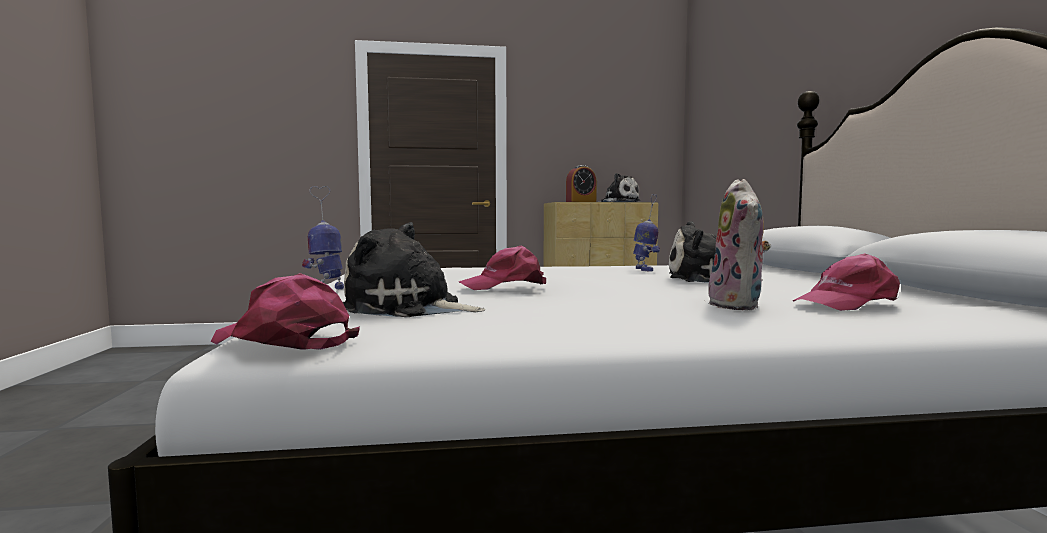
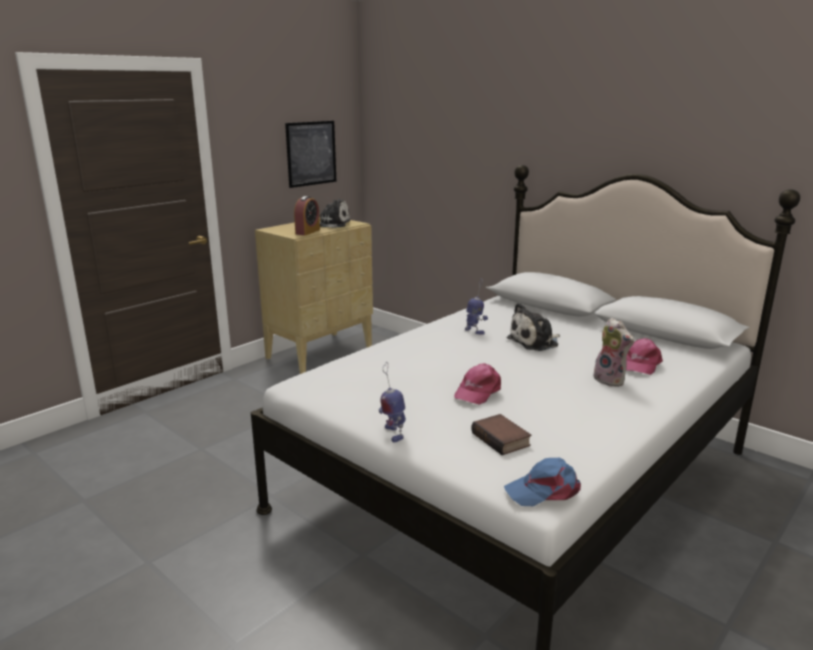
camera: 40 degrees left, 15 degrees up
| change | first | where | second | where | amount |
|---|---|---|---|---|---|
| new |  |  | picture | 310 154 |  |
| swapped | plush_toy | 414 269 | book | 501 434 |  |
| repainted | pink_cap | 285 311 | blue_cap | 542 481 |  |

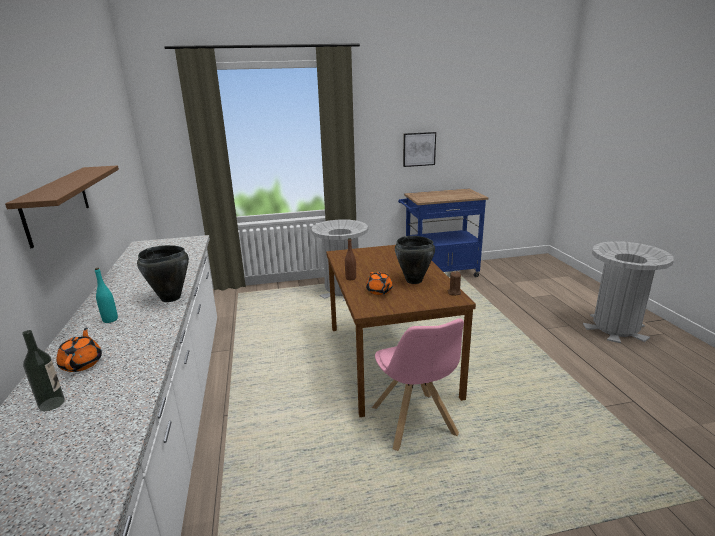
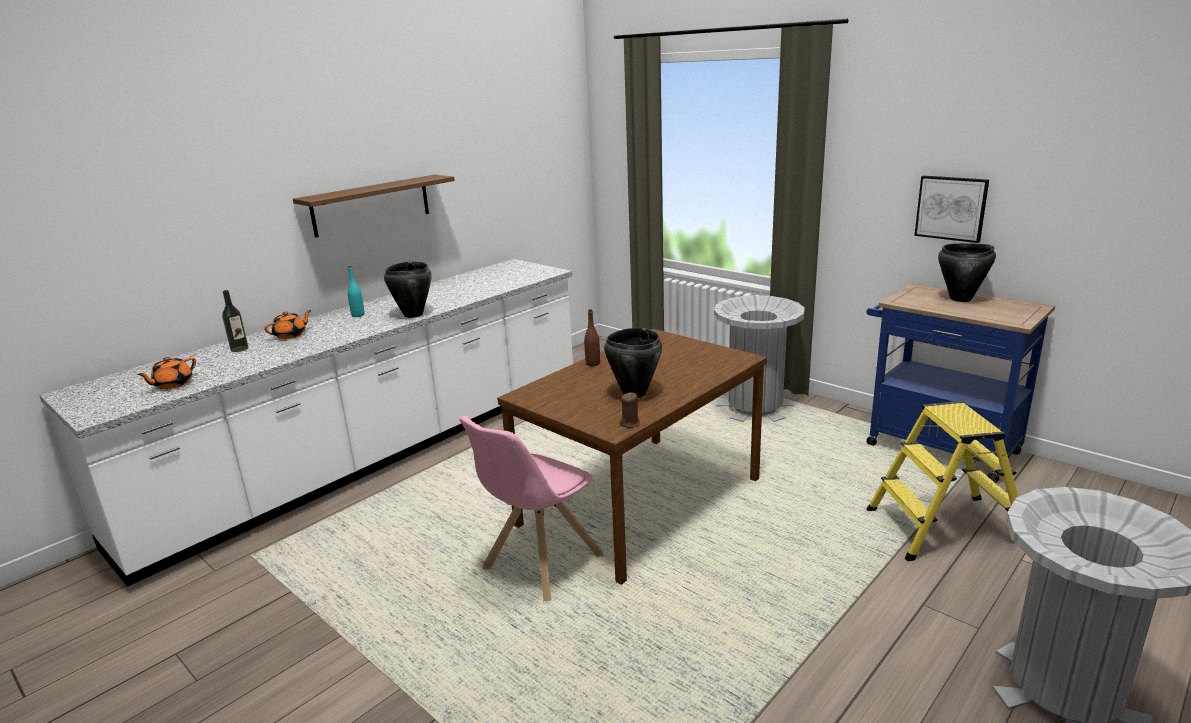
camera: 55 degrees right, 0 degrees up
| change | first | where | second | where | amount |
|---|---|---|---|---|---|
| shifted | orange_teapot | 379 283 |  | 166 373 |  |
| new |  |  | yellow_step_ladder | 942 481 |  |
| new |  |  | black_cooking_pot | 967 272 |  |

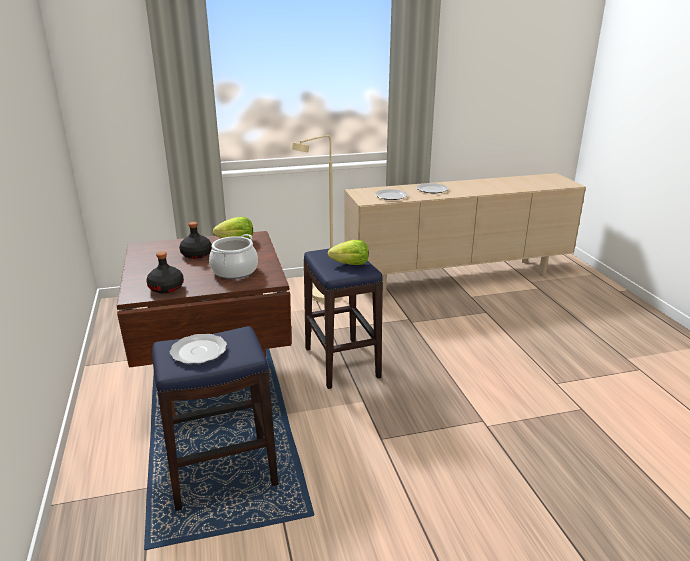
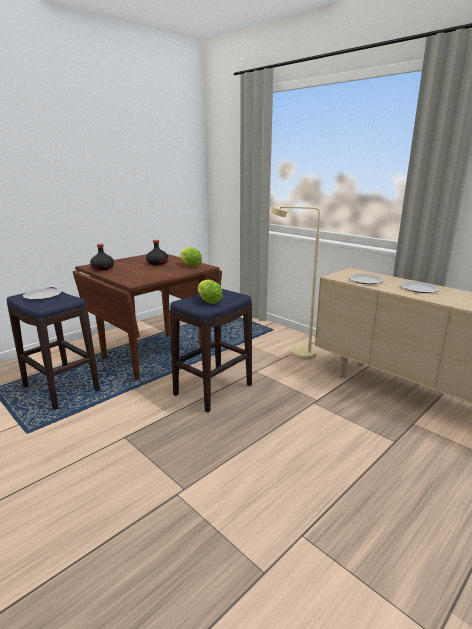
camera: 60 degrees right, 5 degrees down
| change | first | where | second | where | amount |
|---|---|---|---|---|---|
| gone | cooking_pot | 233 256 |  |  |  |

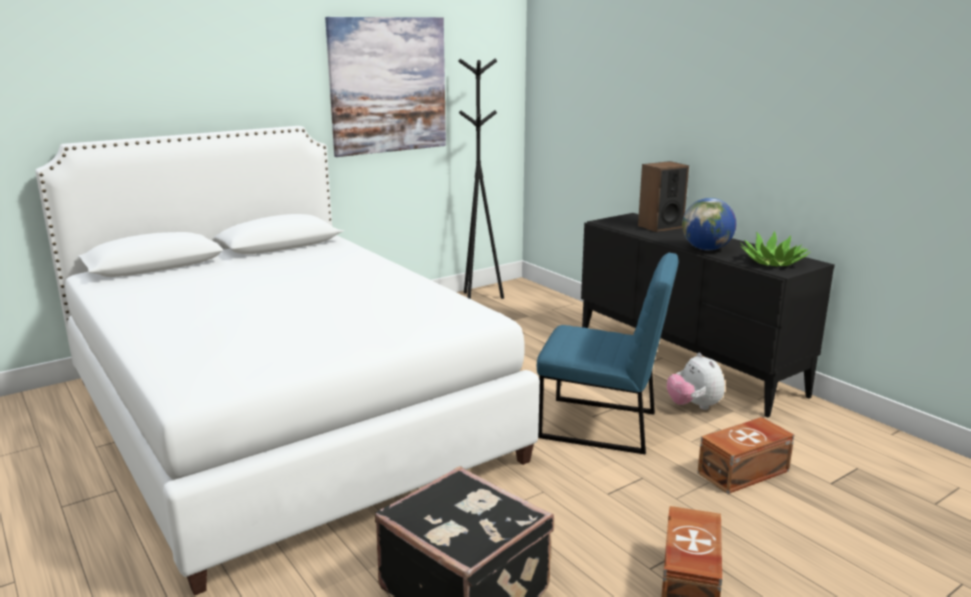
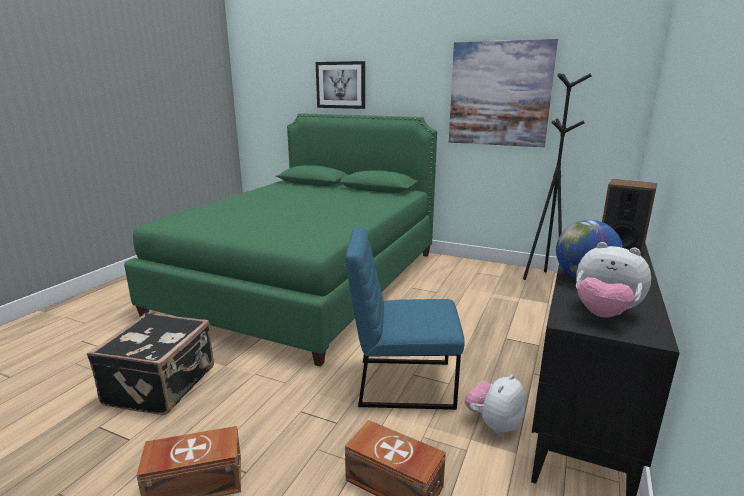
camera: 60 degrees right, 0 degrees up
| change | first | where | second | where | amount |
|---|---|---|---|---|---|
| repainted | white_bed | 287 361 | green_bed | 280 240 |  |
| new |  |  | picture | 340 85 |  |
| rotated | blue_chair | 607 353 |  | 405 318 | 105 degrees clockwise |
| swapped | potted_plant | 775 248 | plush_toy | 613 280 |  |

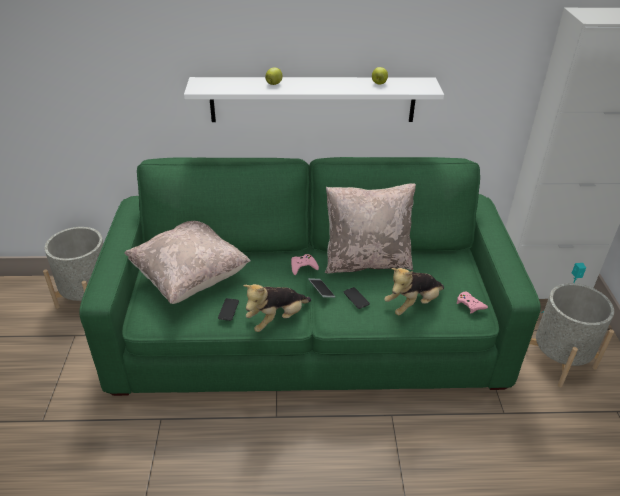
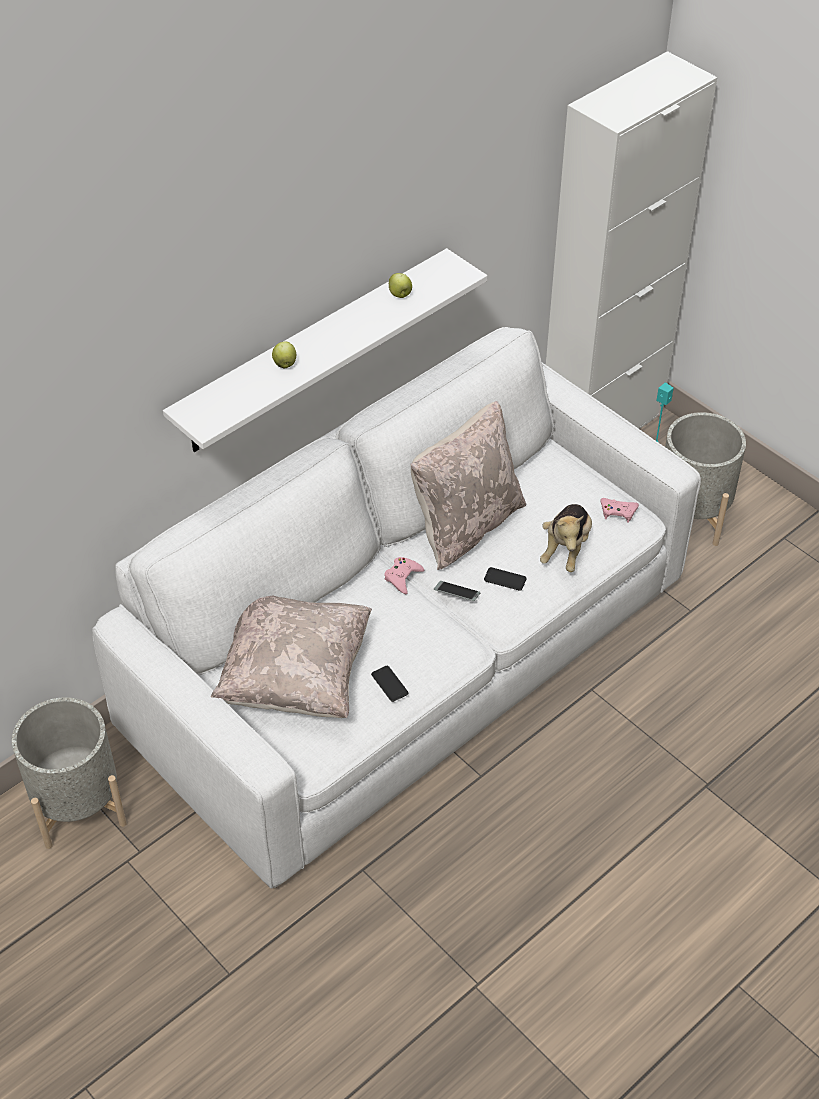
camera: 40 degrees left, 10 degrees up
| change | first | where | second | where | amount |
|---|---|---|---|---|---|
| repainted | green_sofa | 310 276 | white_sofa | 396 607 |  |
| gone | plush_toy | 277 308 |  |  |  |

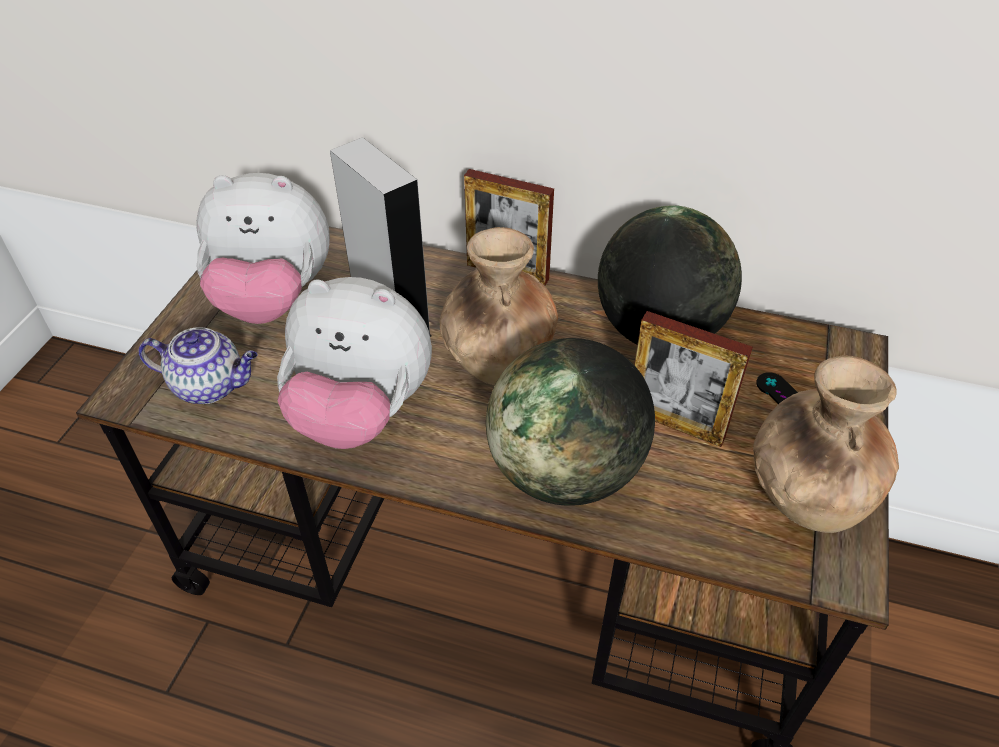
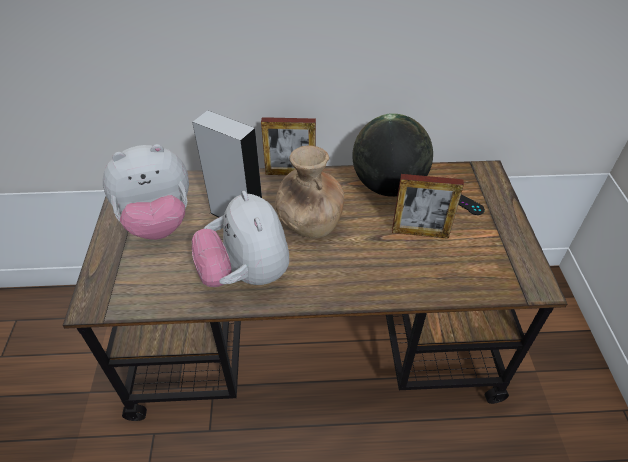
camera: 20 degrees left, 0 degrees up
| change | first | where | second | where | amount |
|---|---|---|---|---|---|
| rotated | plush_toy | 354 363 |  | 240 239 | 75 degrees clockwise |
| gone | teapot | 198 365 |  |  |  |
| gone | globe | 570 422 |  |  |  |
| gone | brown_vase | 826 444 |  |  |  |

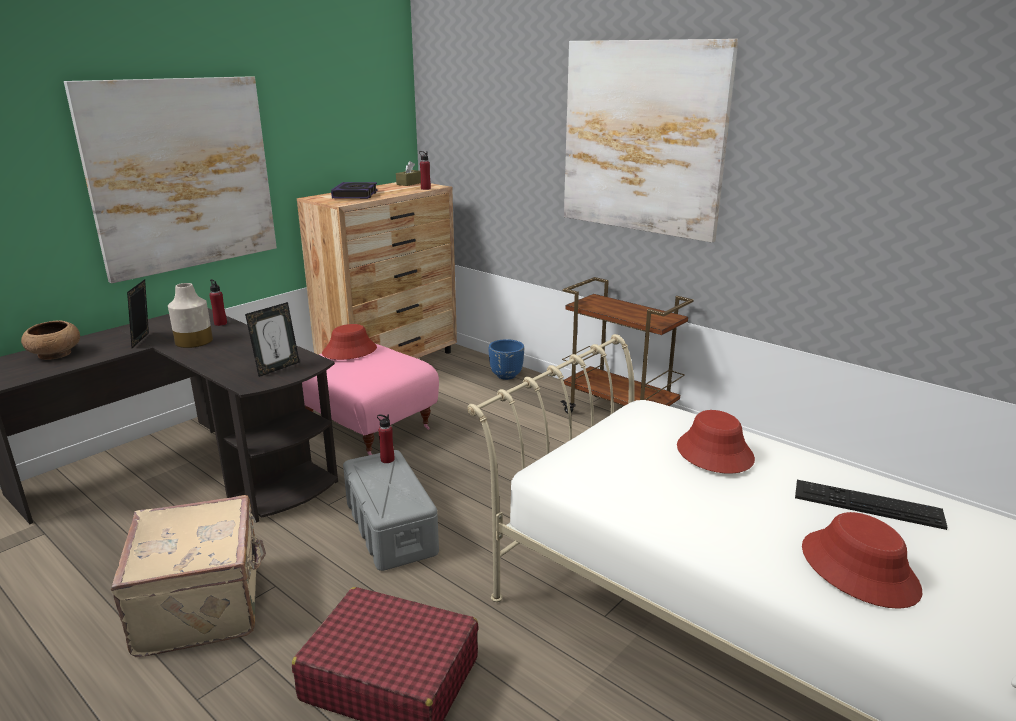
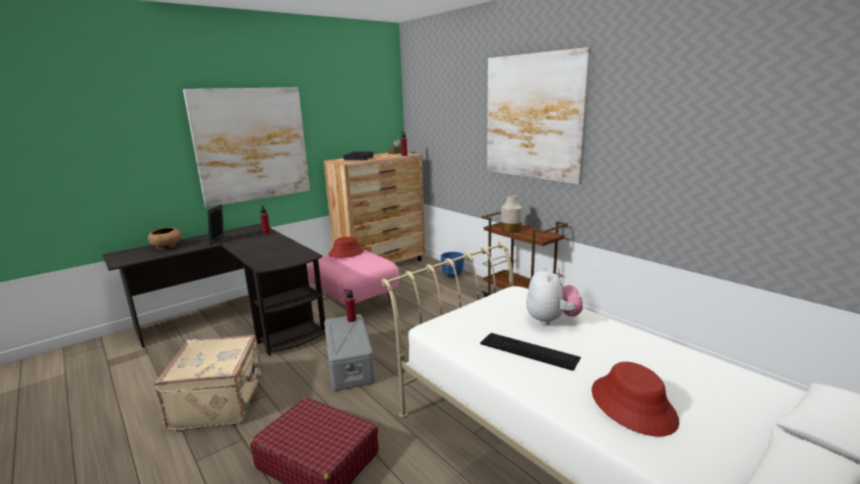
camera: 10 degrees right, 5 degrees down
| change | first | where | second | where | amount |
|---|---|---|---|---|---|
| shifted | keyboard | 871 505 |  | 530 352 |  |
| shifted | beige_vase | 190 315 |  | 512 214 |  |
| swapped | red_hat | 716 441 | plush_toy | 554 296 |  |
| gone | picture_frame | 272 339 |  |  |  |

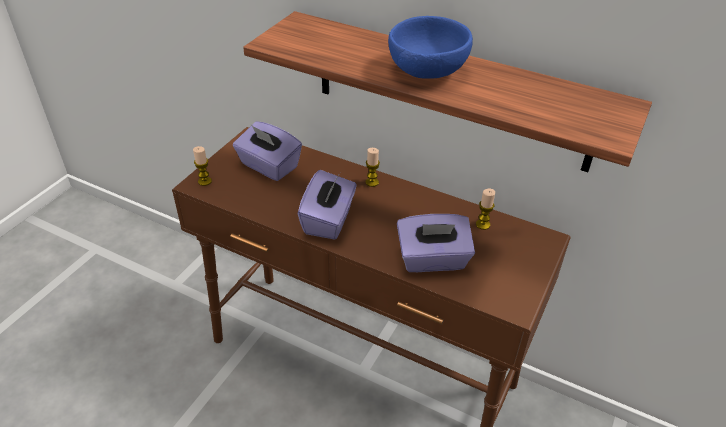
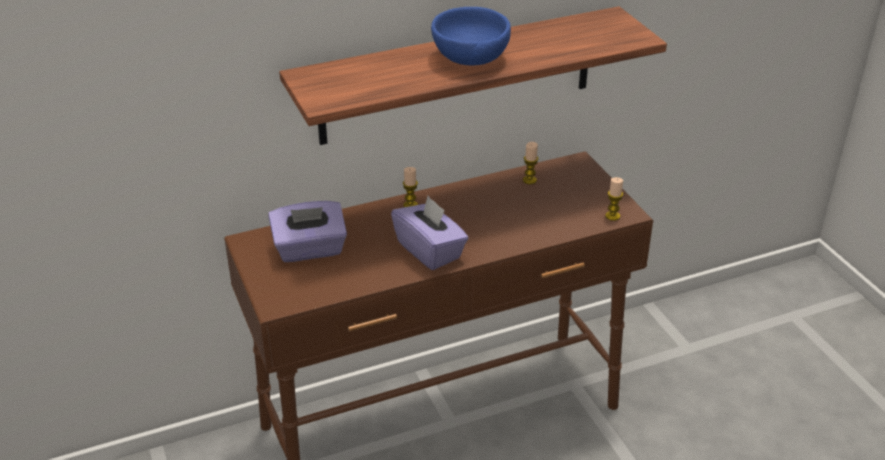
camera: 50 degrees left, 5 degrees down
| change | first | where | second | where | amount |
|---|---|---|---|---|---|
| shifted | candle | 202 166 |  | 614 199 |  |
| gone | purple_tissue_box | 436 243 |  |  |  |

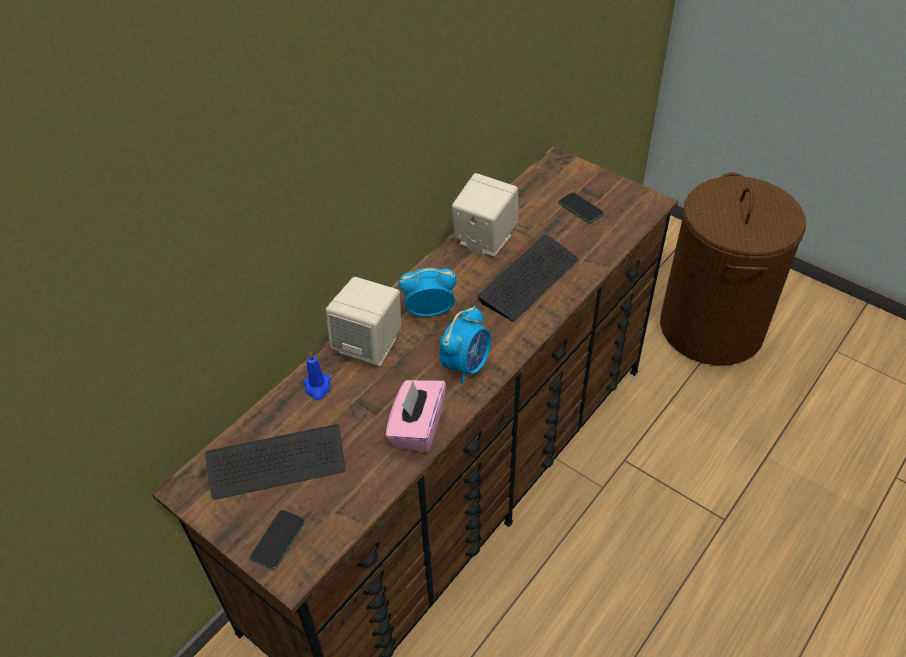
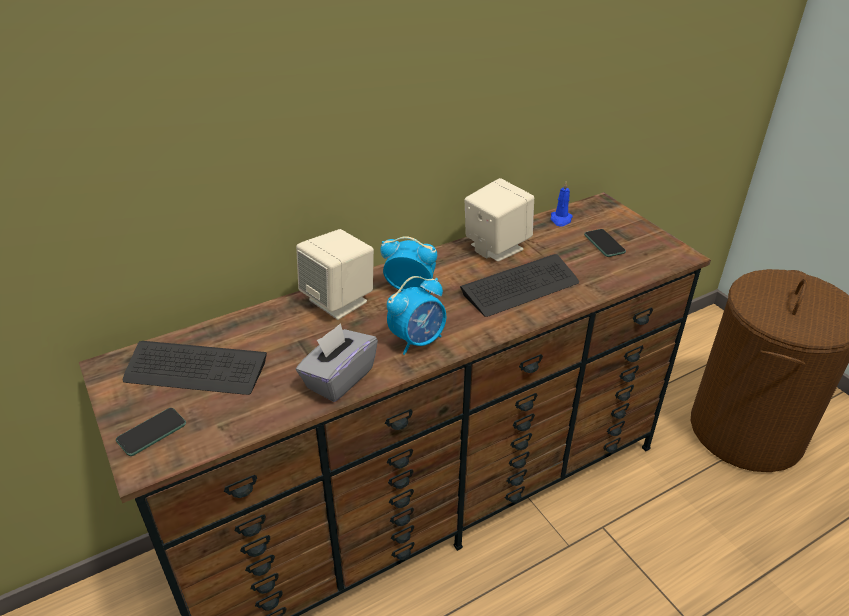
camera: 20 degrees right, 10 degrees down
| change | first | where | second | where | amount |
|---|---|---|---|---|---|
| repainted | pink_tissue_box | 416 416 | grey_tissue_box | 337 362 |  |
| shifted | blue_candle | 317 376 |  | 562 204 |  |

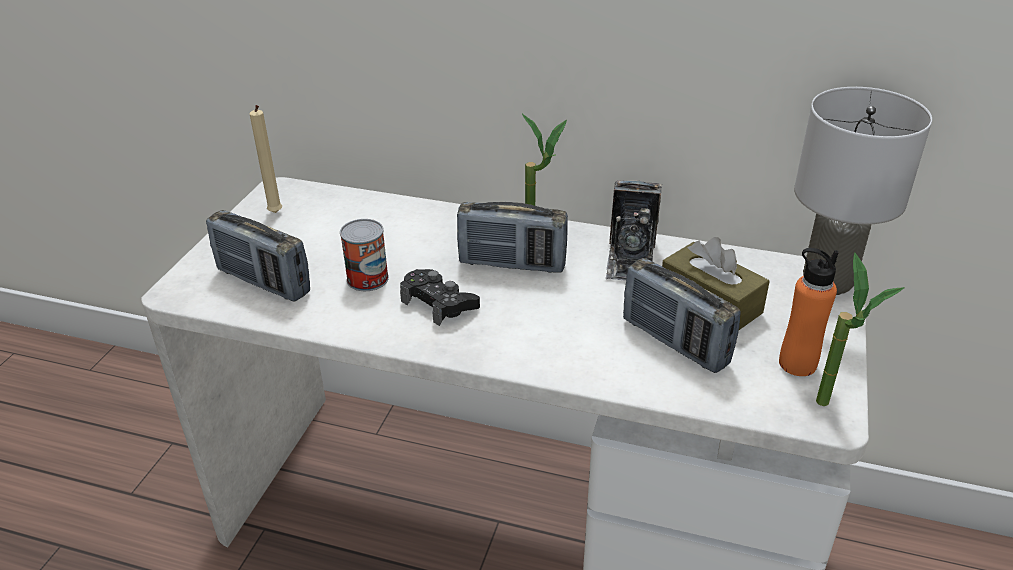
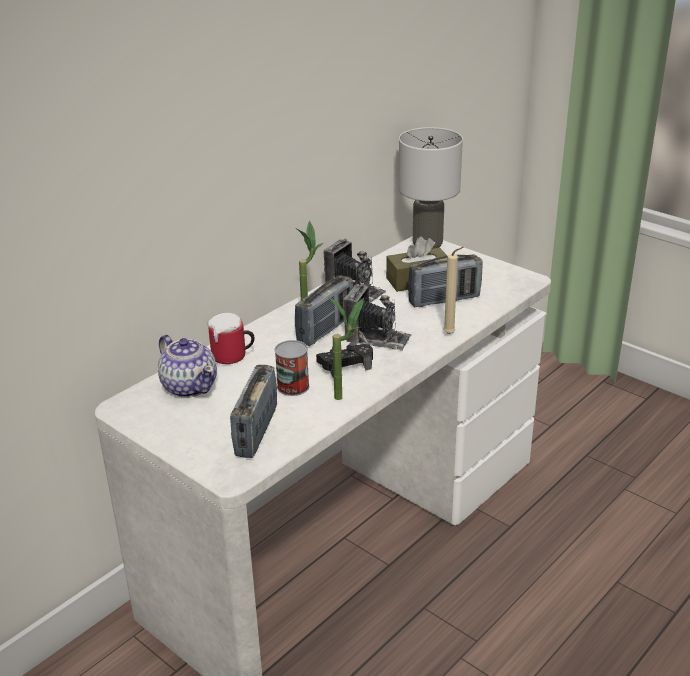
camera: 65 degrees left, 5 degrees down
| change | first | where | second | where | amount |
|---|---|---|---|---|---|
| new |  |  | teapot | 187 366 |  |
| new |  |  | mug | 231 338 |  |
| rotated | radio | 258 256 |  | 253 411 | 135 degrees clockwise |
| shifted | potted_plant | 860 329 |  | 346 348 |  |
| new |  |  | photo_camera | 377 317 |  |
| shifted | beige_candle | 266 159 |  | 453 290 |  |
| gone | orange_bottle | 808 312 |  |  |  |

